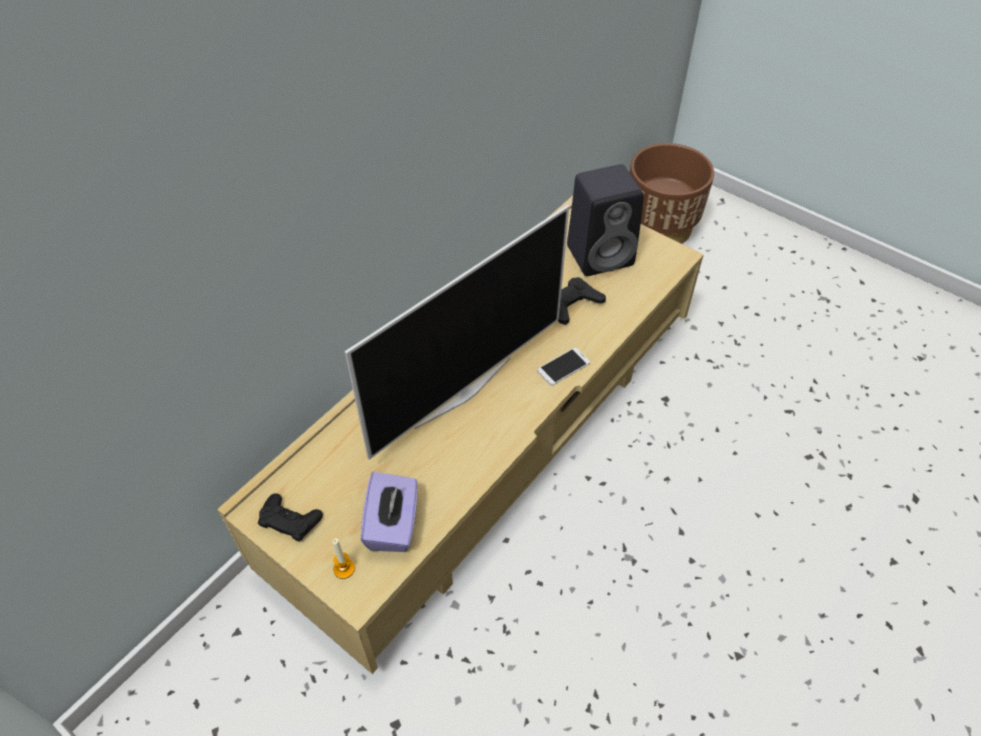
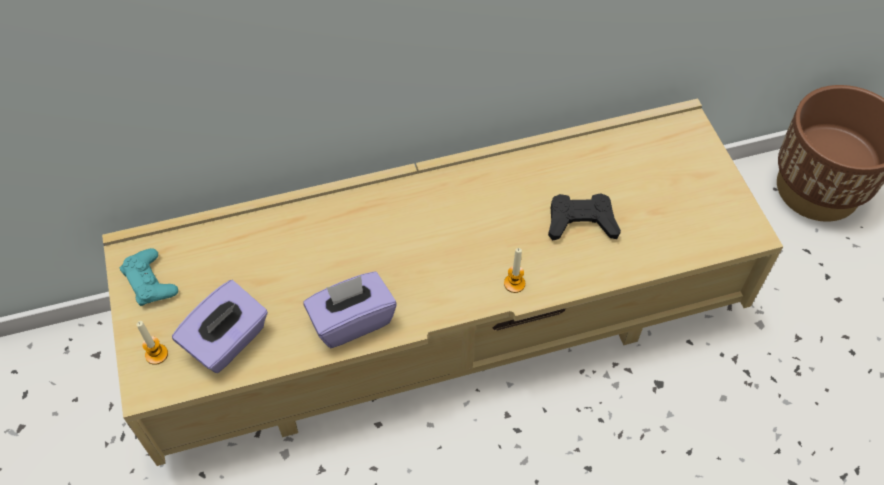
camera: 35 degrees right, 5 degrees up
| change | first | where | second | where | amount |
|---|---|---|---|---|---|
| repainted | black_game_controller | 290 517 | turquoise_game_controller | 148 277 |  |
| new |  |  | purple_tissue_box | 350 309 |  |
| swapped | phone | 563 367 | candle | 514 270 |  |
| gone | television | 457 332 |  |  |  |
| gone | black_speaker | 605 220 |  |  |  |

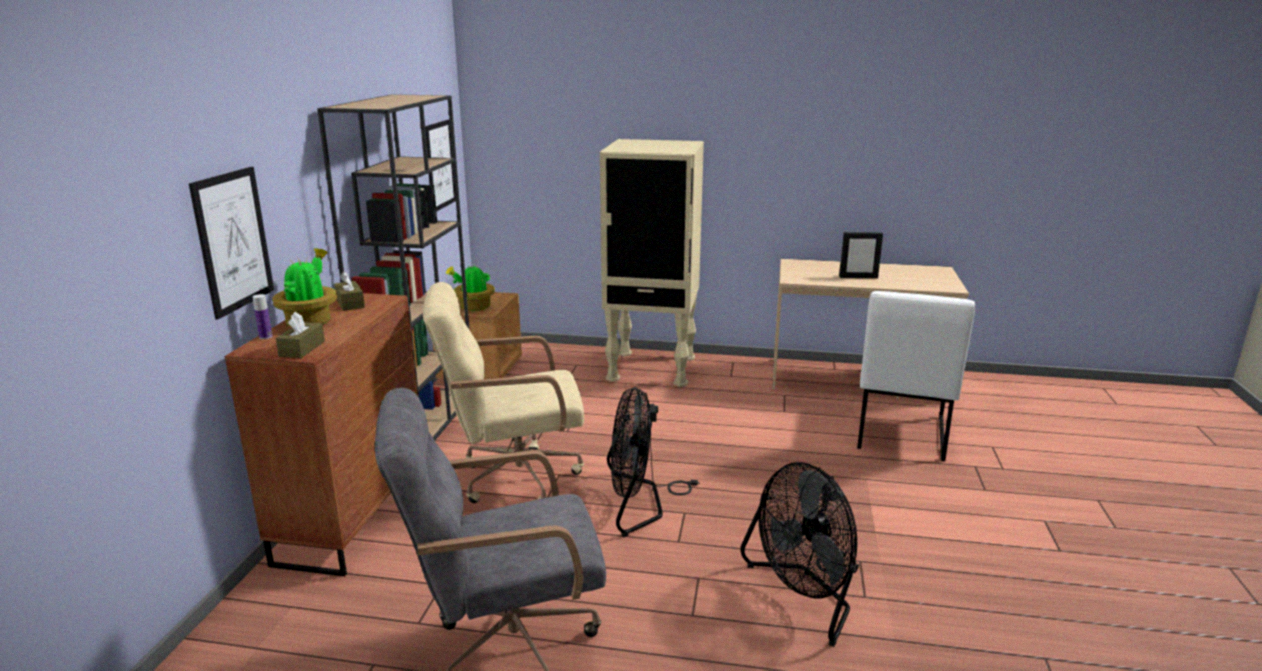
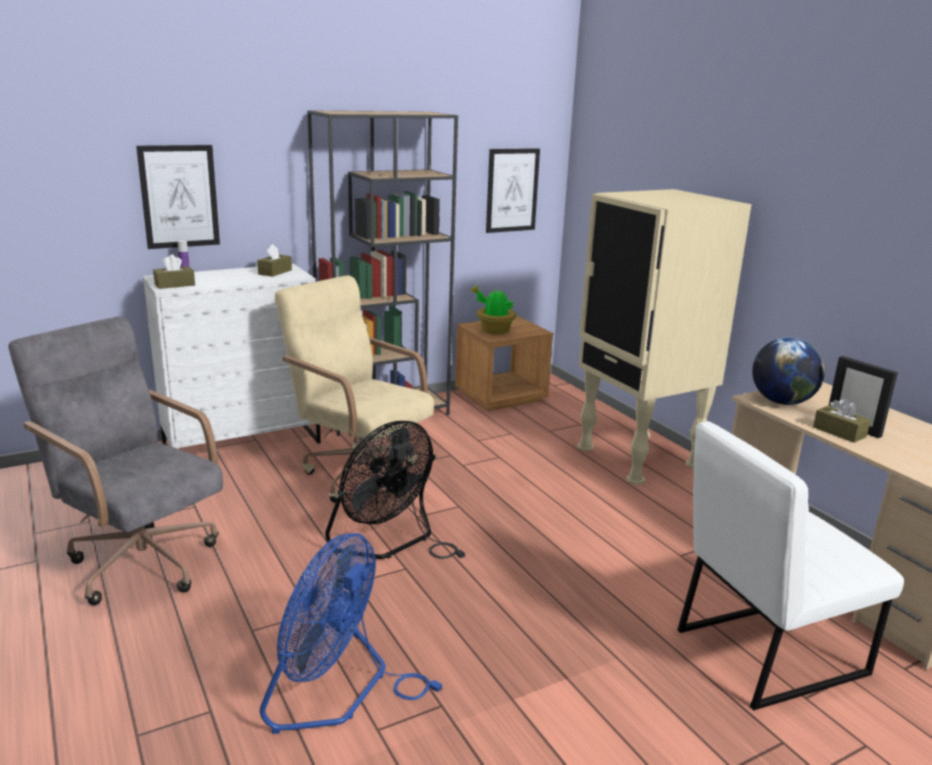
camera: 50 degrees right, 0 degrees up
| change | first | where | second | where | amount |
|---|---|---|---|---|---|
| repainted | brown_dresser | 321 434 | white_dresser | 232 356 |  |
| repainted | black_fan | 800 554 | blue_fan | 351 633 |  |
| new |  |  | globe | 788 371 |  |
| new |  |  | brown_tissue_box | 842 420 |  |
| gone | potted_plant | 304 287 |  |  |  |

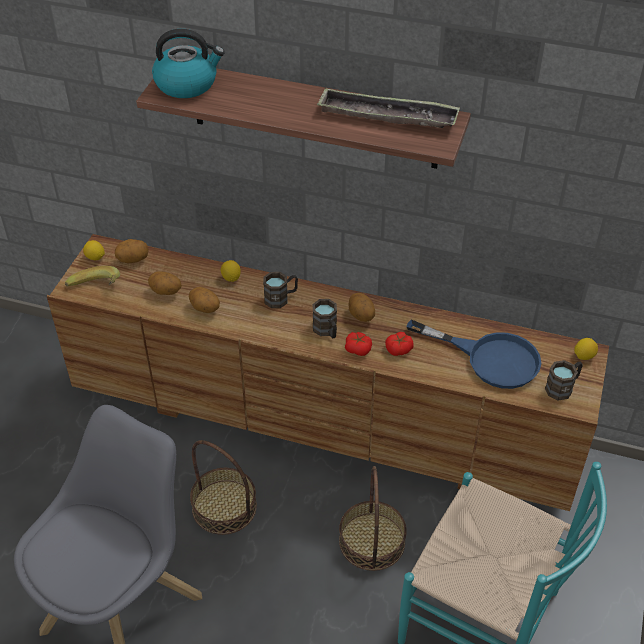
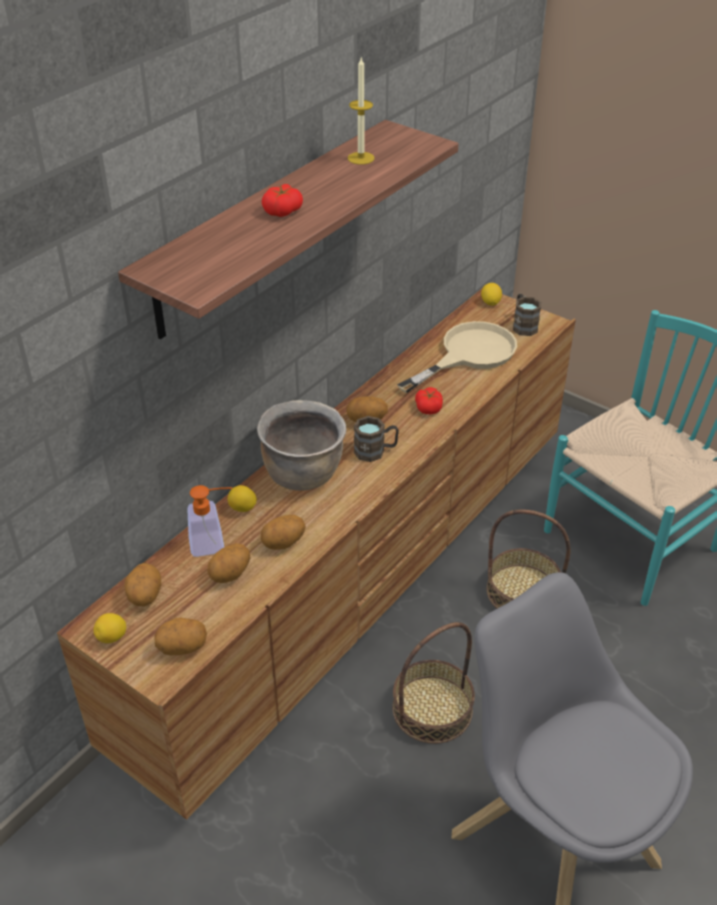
camera: 70 degrees left, 5 degrees down
| change | first | where | second | where | amount |
|---|---|---|---|---|---|
| swapped | banana | 92 276 | potato | 181 636 |  |
| new |  |  | soap_dispenser | 209 521 |  |
| swapped | brown_mug | 280 290 | brown_cooking_pot | 301 445 |  |
| shifted | tomato | 358 344 |  | 282 200 |  |
| swapped | tray | 388 108 | candle | 361 111 |  |
| repainted | blue_frying_pan | 474 354 | beige_frying_pan | 457 357 |  |
| gone | kettle | 188 63 |  |  |  |

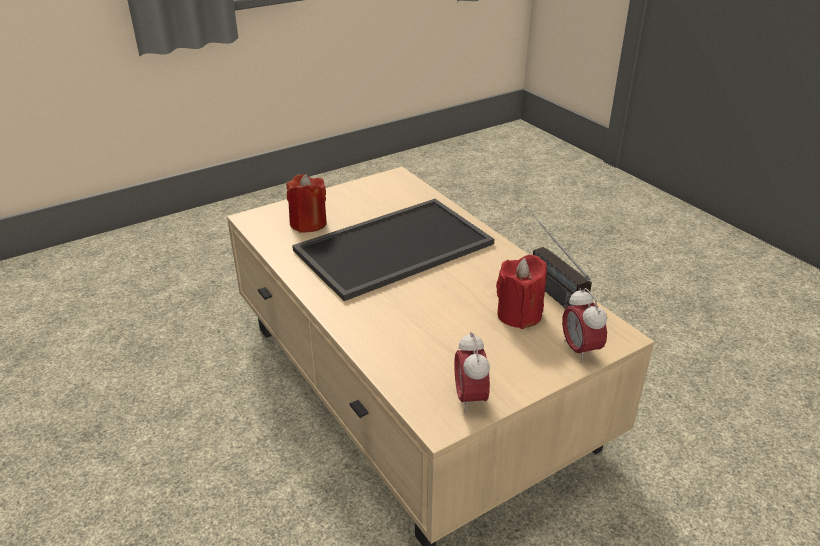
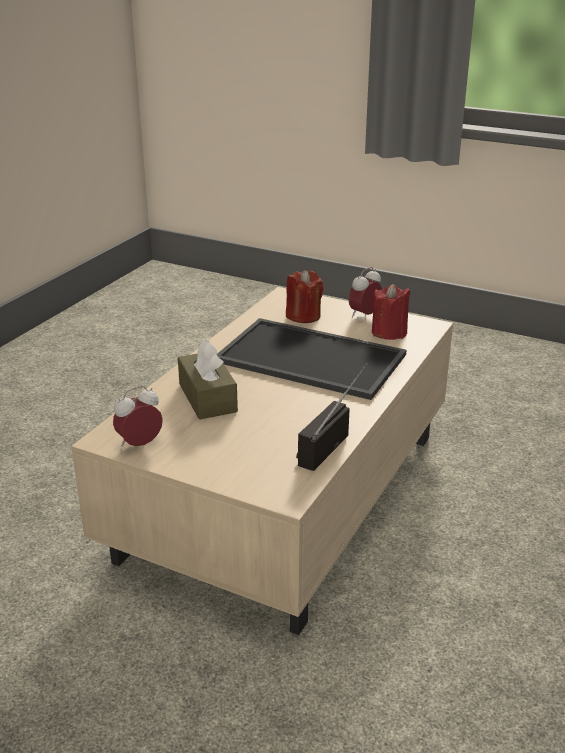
camera: 60 degrees right, 5 degrees down
| change | first | where | second | where | amount |
|---|---|---|---|---|---|
| new |  |  | brown_tissue_box | 208 380 |  |
| shifted | alarm_clock | 584 326 |  | 365 292 |  |
| shifted | red_candle | 521 292 |  | 391 312 |  |

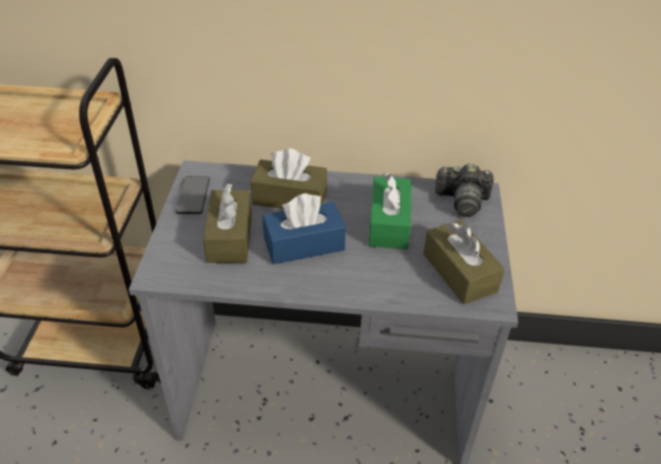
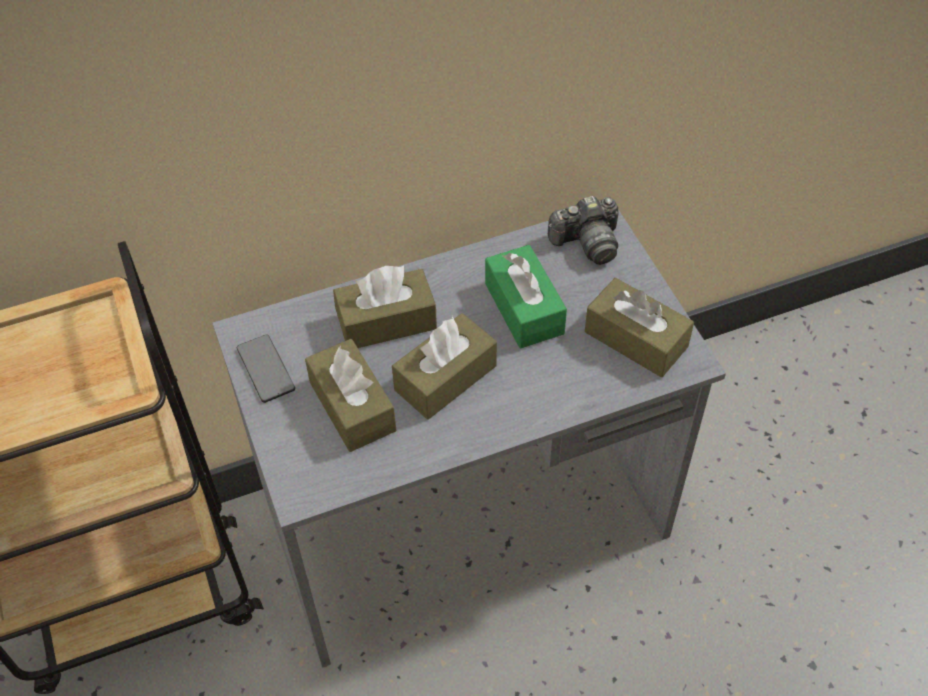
camera: 25 degrees left, 10 degrees up
| change | first | where | second | where | amount |
|---|---|---|---|---|---|
| repainted | blue_tissue_box | 304 228 | brown_tissue_box | 444 366 |  |

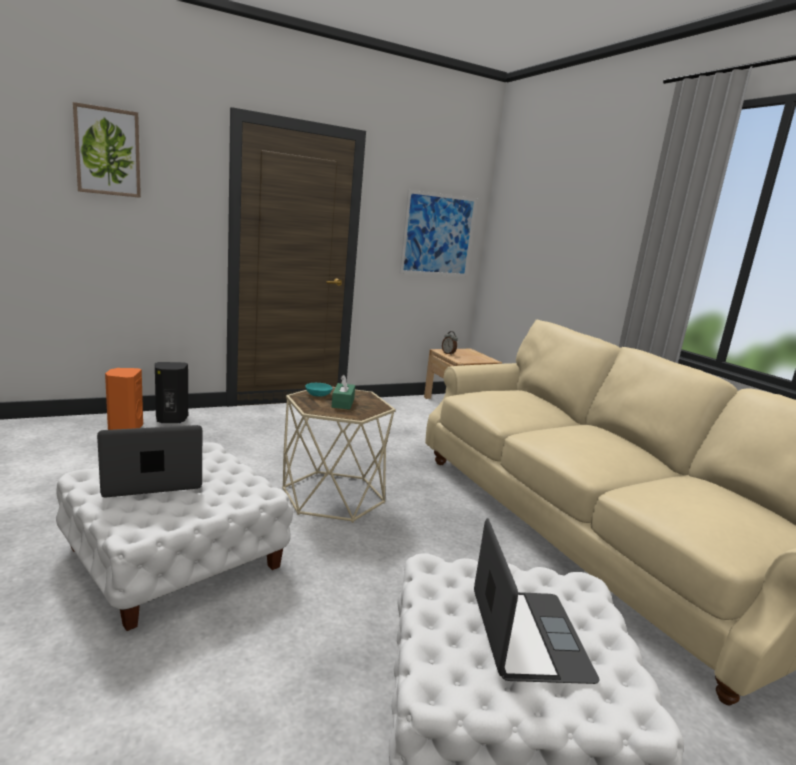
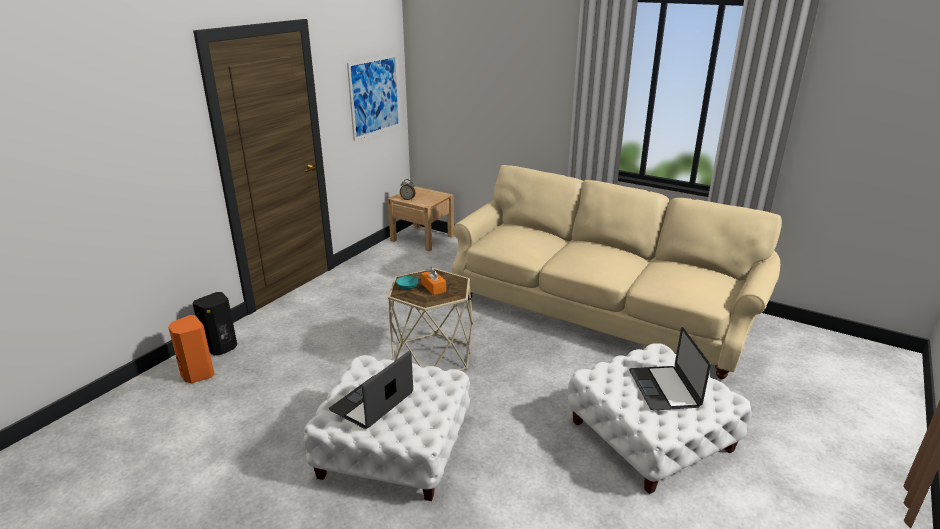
camera: 30 degrees left, 10 degrees up
| change | first | where | second | where | amount |
|---|---|---|---|---|---|
| repainted | green_tissue_box | 343 392 | orange_tissue_box | 433 281 |  |
| rotated | laptop | 537 601 |  | 670 368 | 150 degrees counterclockwise |
| gone | picture | 107 150 |  |  |  |

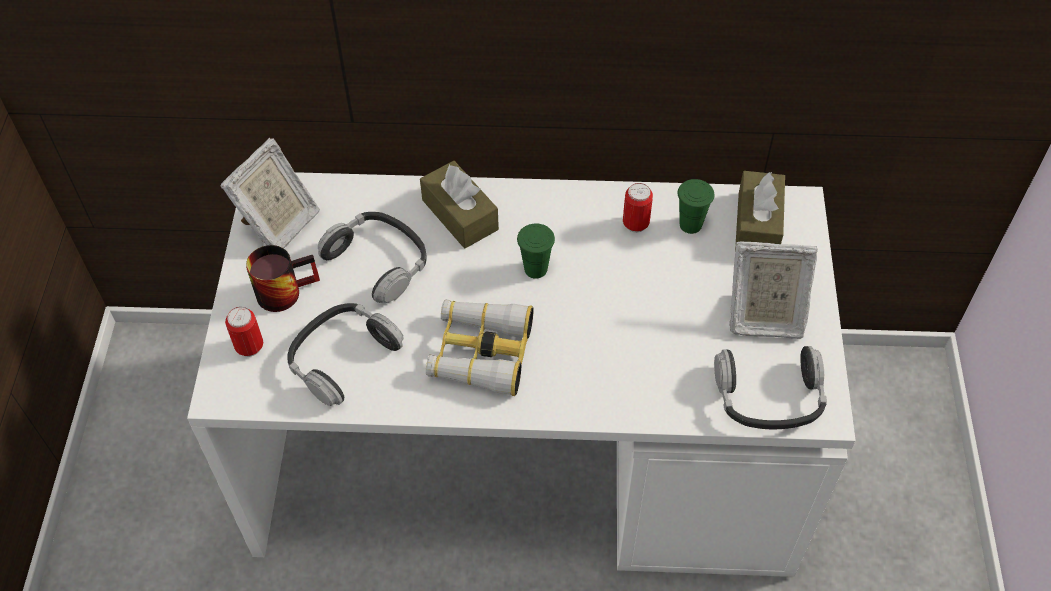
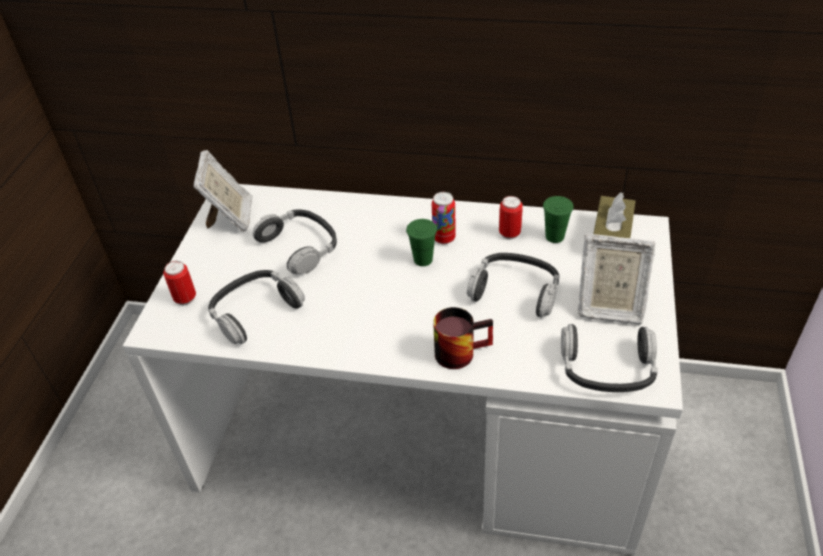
camera: 10 degrees right, 10 degrees down
| change | first | where | second | where | amount |
|---|---|---|---|---|---|
| rotated | picture_frame | 270 193 |  | 223 191 | 45 degrees counterclockwise |
| new |  |  | can | 444 218 |  |
| shifted | mug | 283 278 |  | 463 338 |  |
| new |  |  | headphones | 513 285 |  |
| gone | brown_tissue_box | 459 204 |  |  |  |
| gone | binoculars | 480 348 |  |  |  |

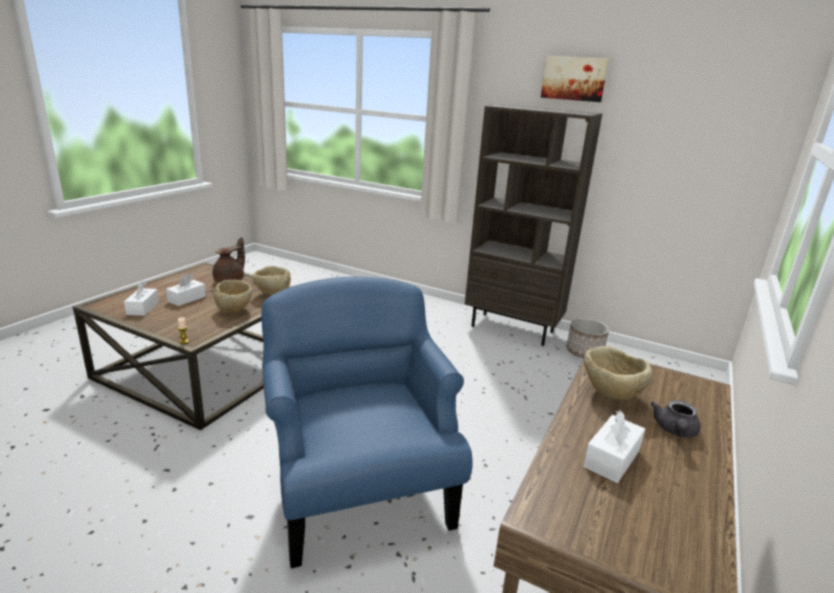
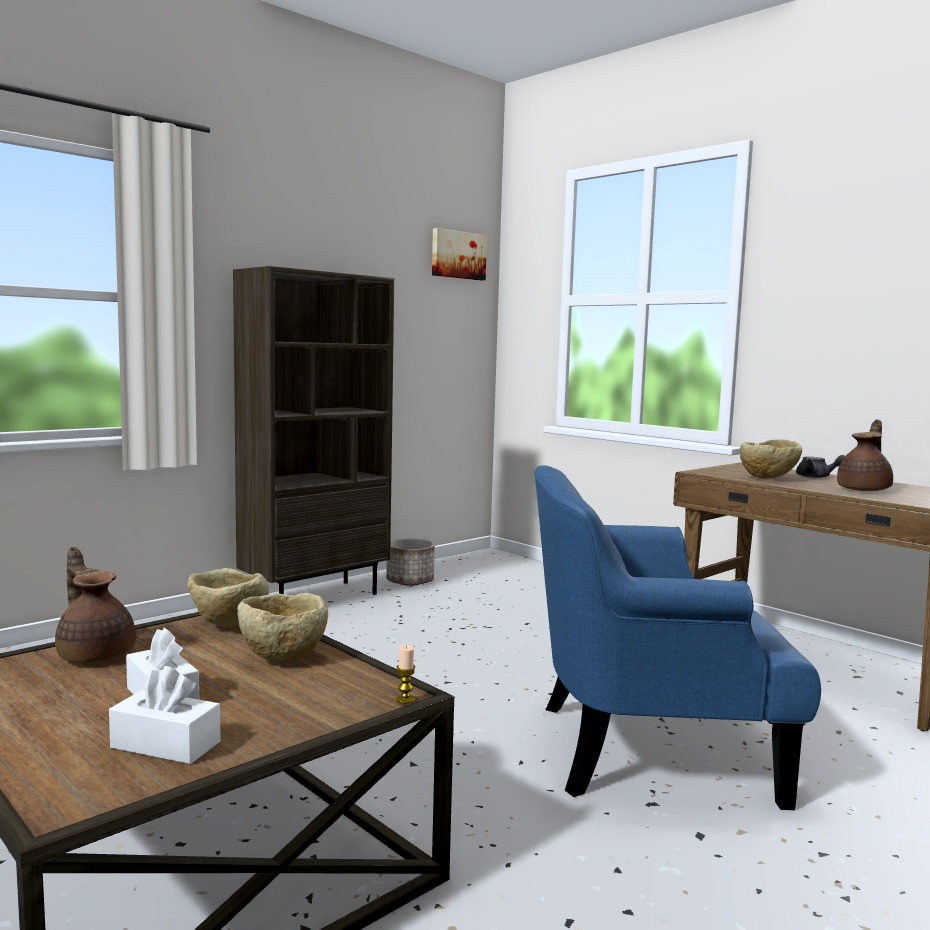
camera: 70 degrees left, 15 degrees down
| change | first | where | second | where | amount |
|---|---|---|---|---|---|
| shifted | picture | 575 79 |  | 459 254 |  |
| swapped | white_tissue_box | 614 446 | brown_teapot | 865 455 |  |

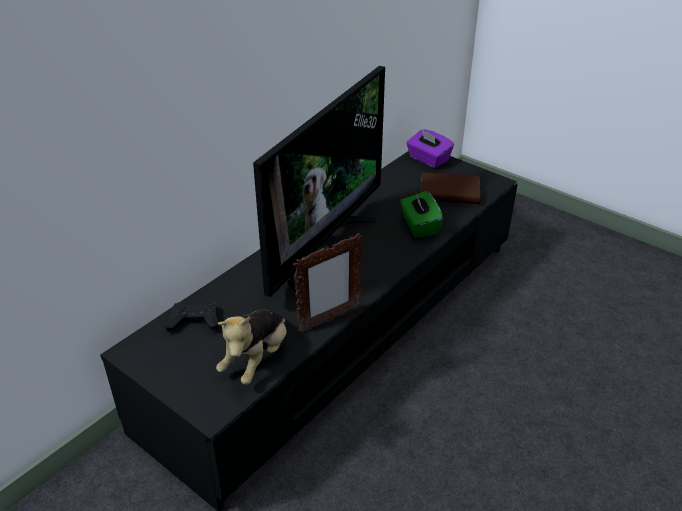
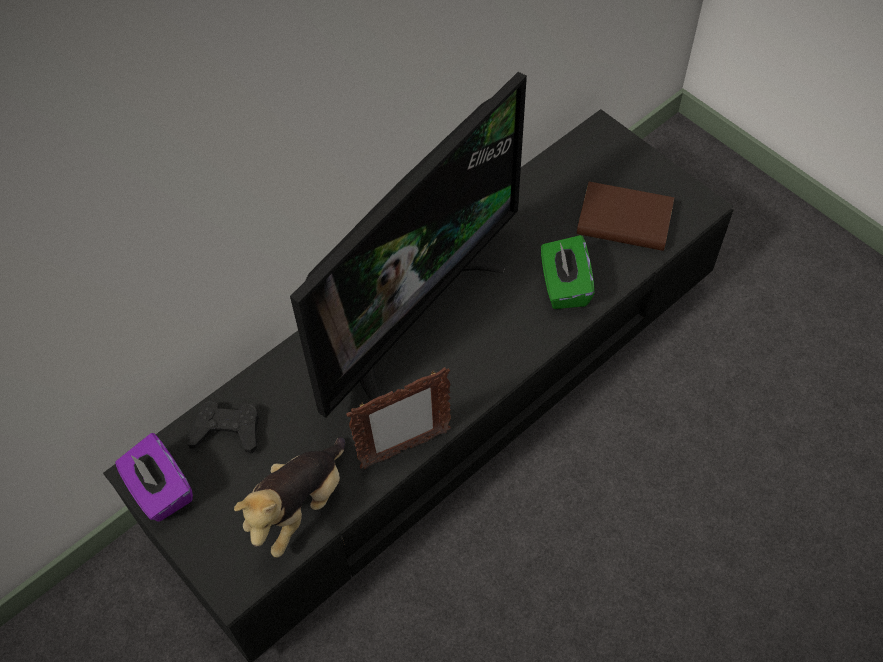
camera: 10 degrees right, 20 degrees up
| change | first | where | second | where | amount |
|---|---|---|---|---|---|
| shifted | purple_tissue_box | 430 148 |  | 154 477 |  |

